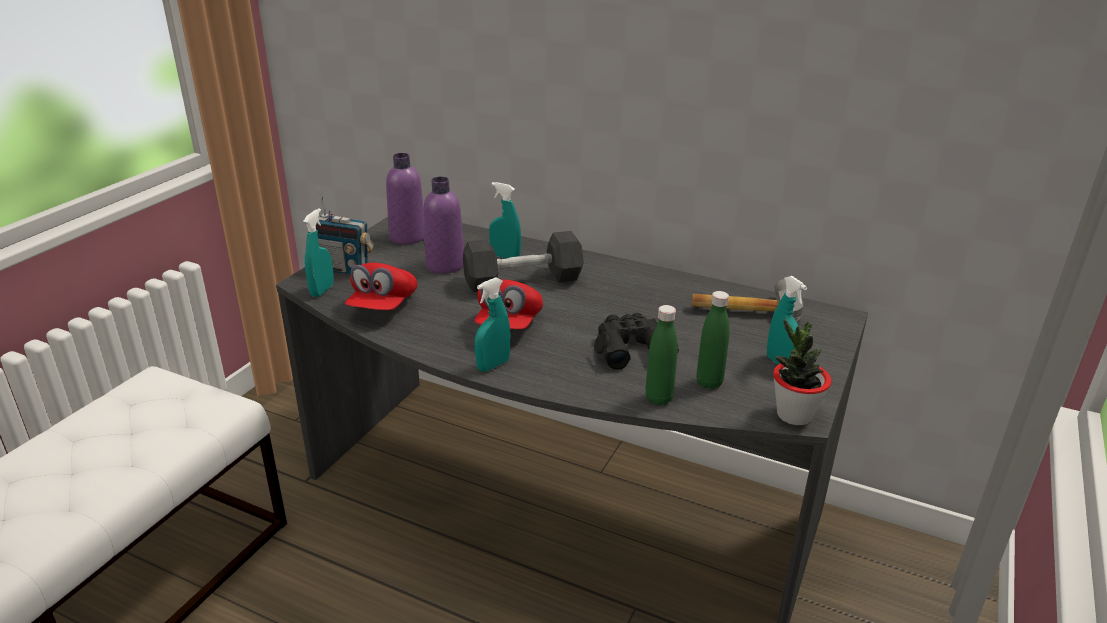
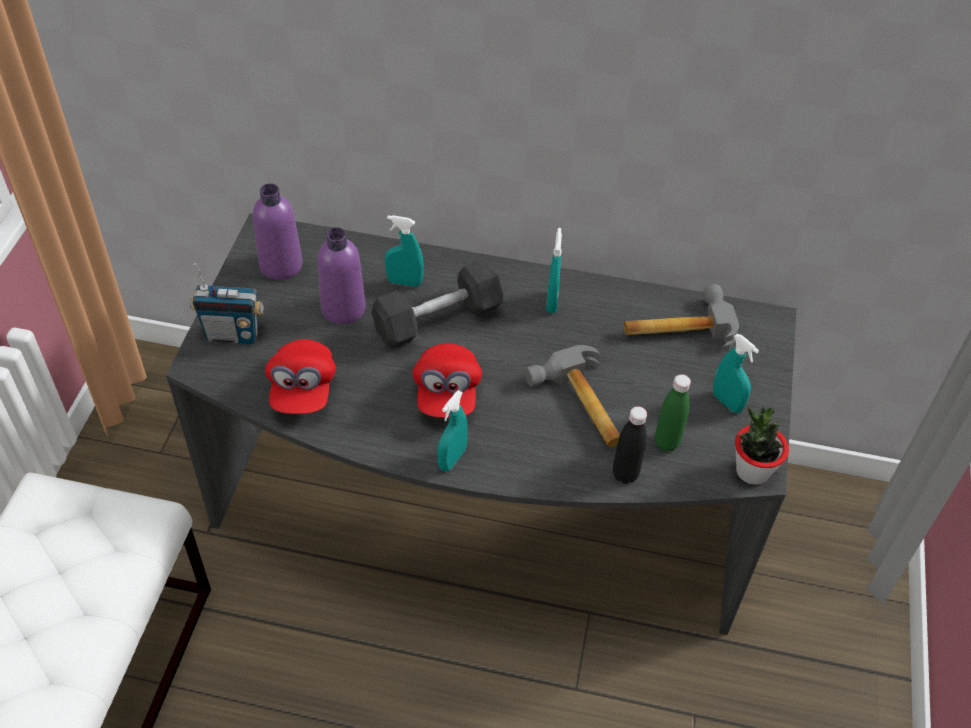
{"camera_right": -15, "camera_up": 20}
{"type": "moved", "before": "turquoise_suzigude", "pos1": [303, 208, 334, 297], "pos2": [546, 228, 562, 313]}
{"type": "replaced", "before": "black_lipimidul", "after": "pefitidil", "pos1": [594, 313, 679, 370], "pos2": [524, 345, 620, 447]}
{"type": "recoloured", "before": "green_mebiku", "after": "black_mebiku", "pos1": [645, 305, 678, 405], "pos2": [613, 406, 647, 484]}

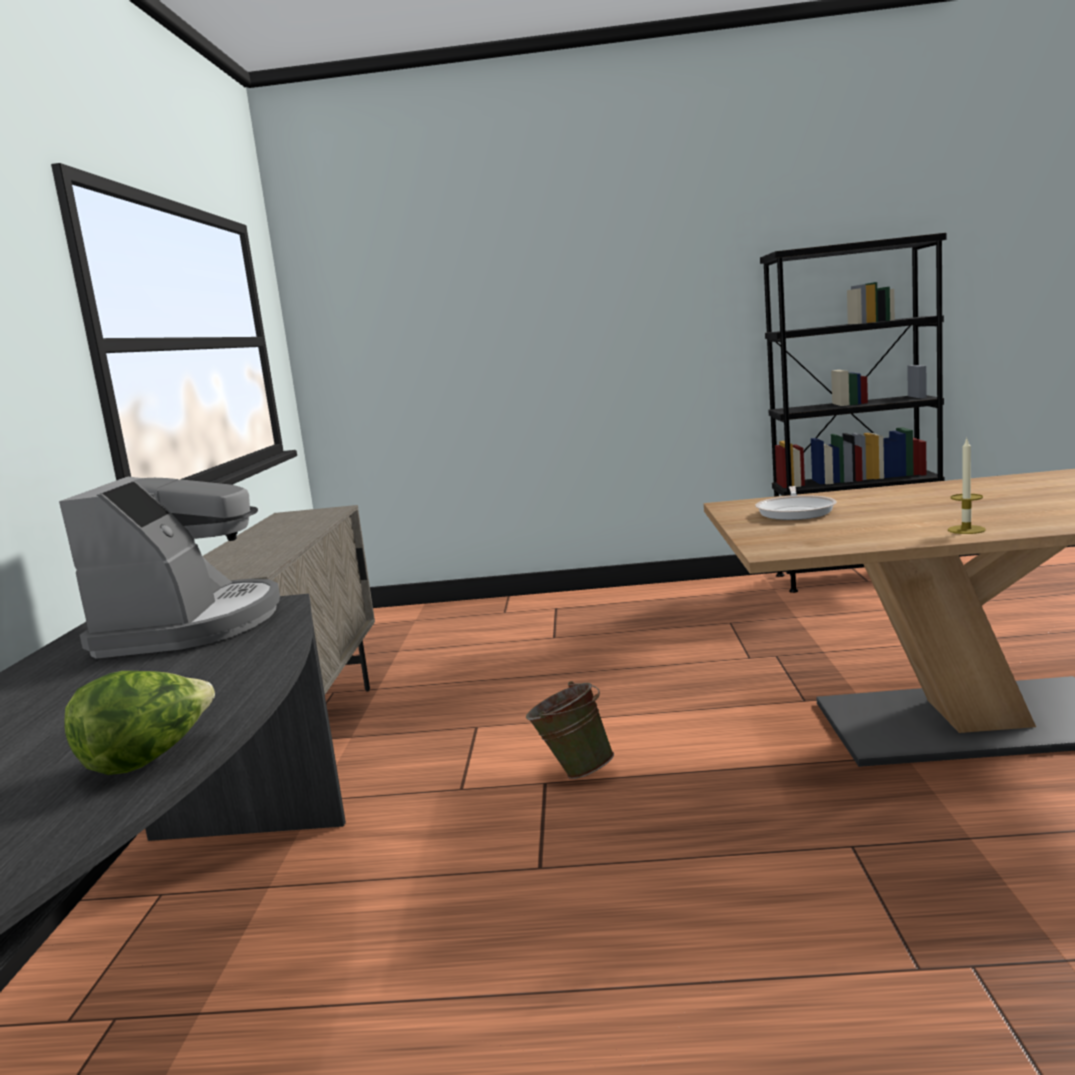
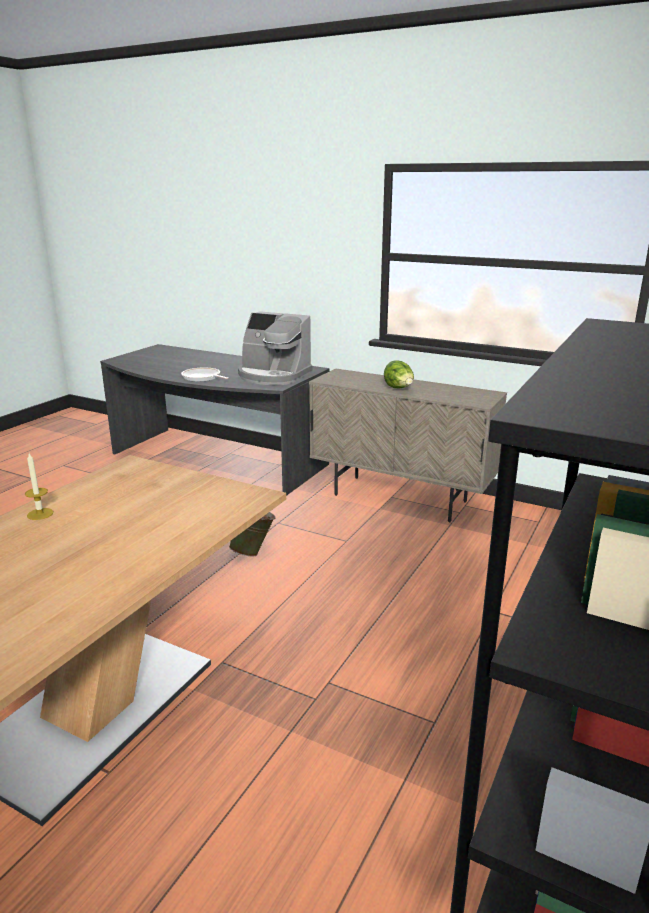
{"camera_right": 115, "camera_up": 10}
{"type": "moved", "before": "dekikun", "pos1": [64, 671, 215, 775], "pos2": [384, 360, 414, 388]}
{"type": "moved", "before": "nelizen", "pos1": [755, 486, 836, 520], "pos2": [181, 368, 228, 382]}

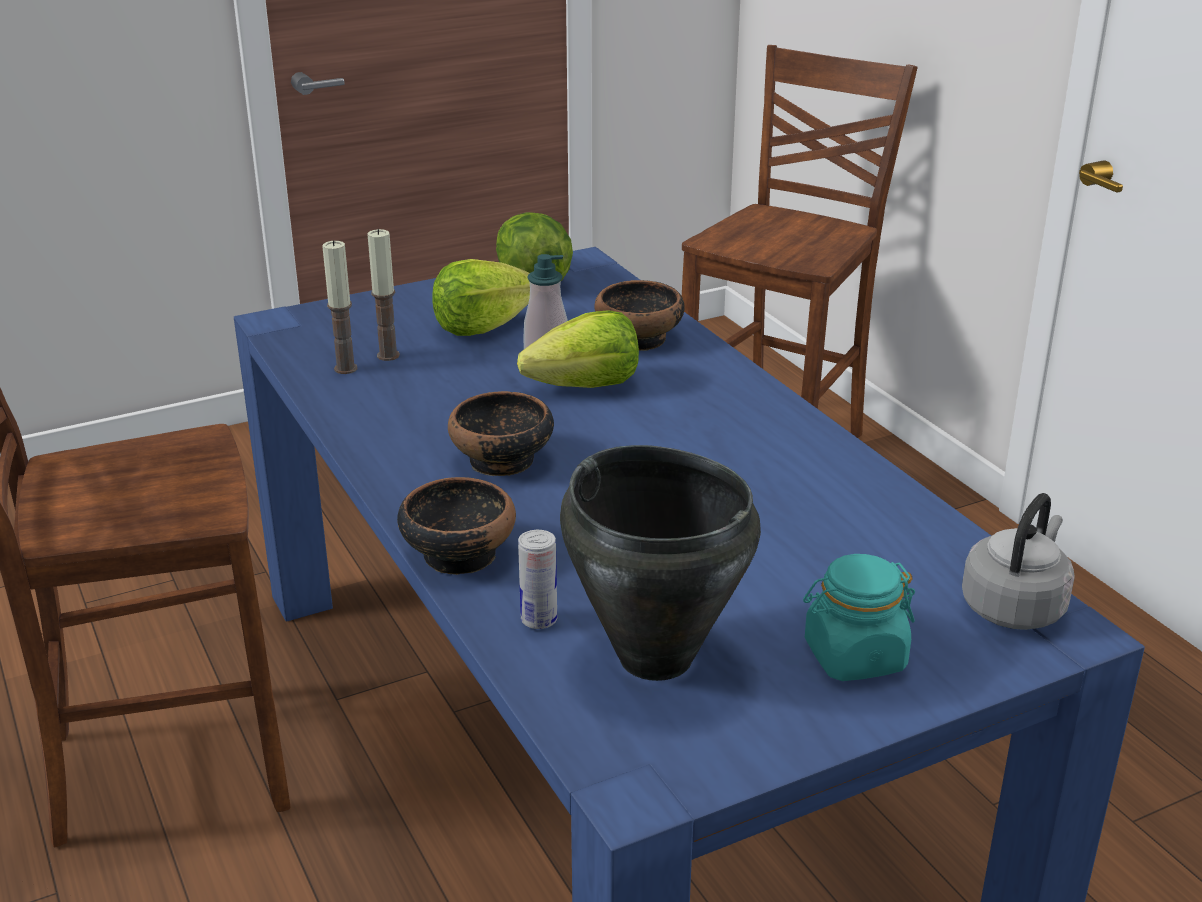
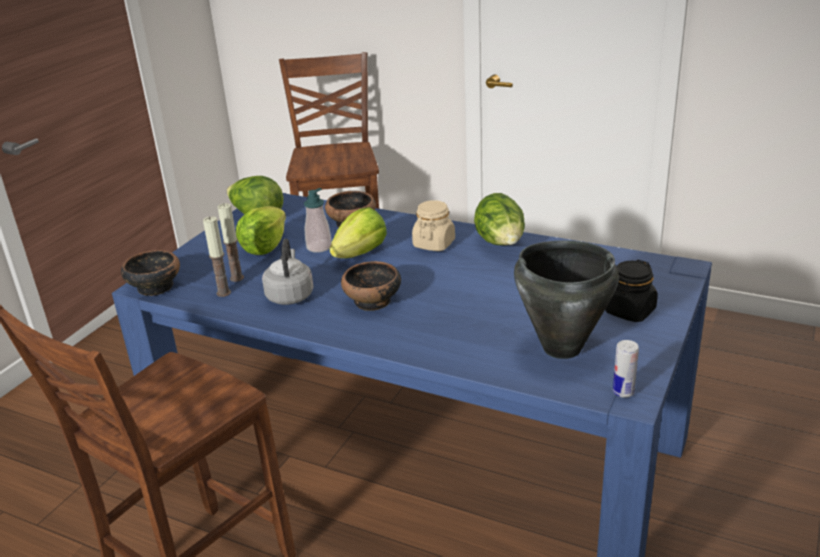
{"camera_right": -35, "camera_up": 0}
{"type": "moved", "before": "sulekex", "pos1": [397, 477, 516, 575], "pos2": [121, 250, 180, 296]}
{"type": "moved", "before": "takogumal", "pos1": [518, 530, 557, 629], "pos2": [613, 340, 639, 398]}
{"type": "recoloured", "before": "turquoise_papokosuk", "after": "black_papokosuk", "pos1": [803, 554, 915, 681], "pos2": [605, 260, 658, 322]}
{"type": "moved", "before": "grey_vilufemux", "pos1": [962, 493, 1075, 630], "pos2": [262, 239, 314, 305]}
{"type": "added", "after": "beige_papokosuk", "pos2": [412, 200, 455, 251]}
{"type": "added", "after": "dekikun", "pos2": [474, 193, 525, 245]}

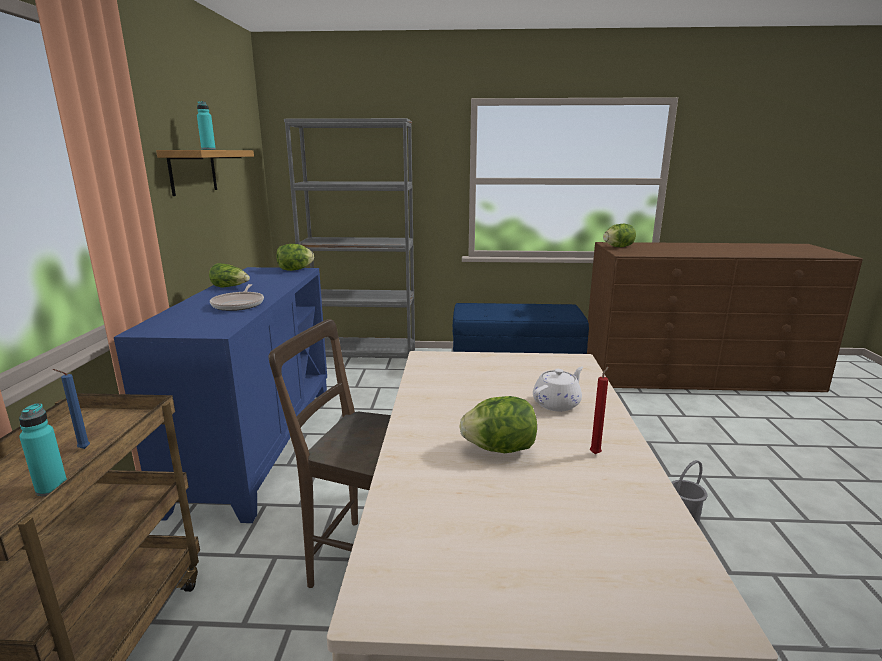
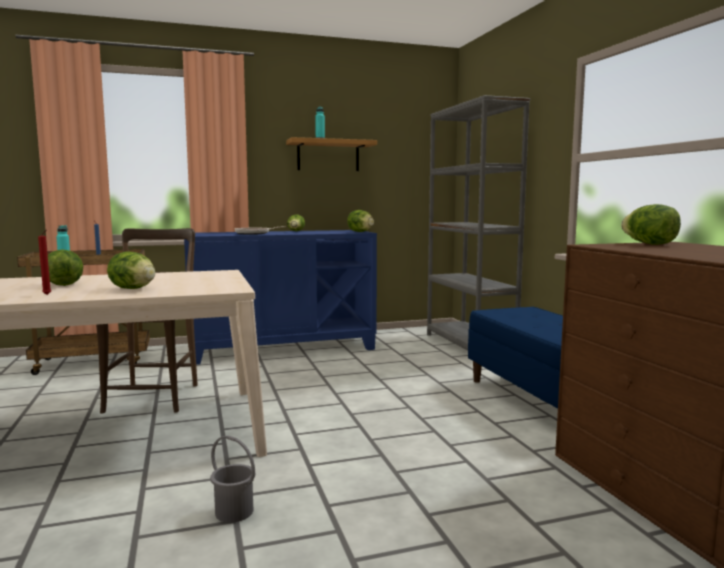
{"camera_right": 70, "camera_up": -10}
{"type": "replaced", "before": "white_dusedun", "after": "dekikun", "pos1": [533, 367, 583, 411], "pos2": [107, 251, 155, 289]}

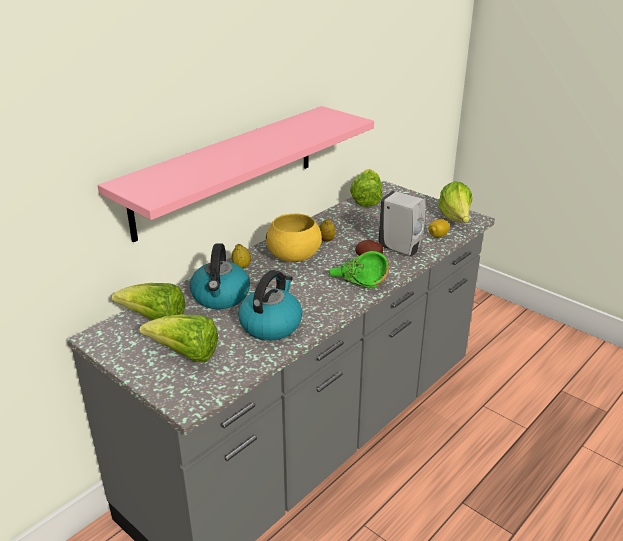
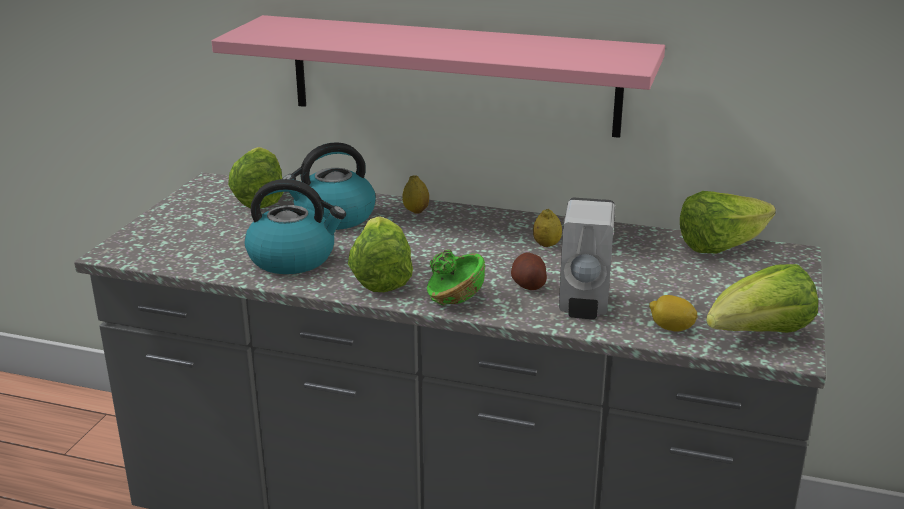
{"camera_right": 65, "camera_up": -5}
{"type": "moved", "before": "dekikun", "pos1": [140, 314, 218, 362], "pos2": [348, 216, 413, 292]}
{"type": "removed", "before": "yellow_sulekex", "pos1": [266, 214, 322, 262]}

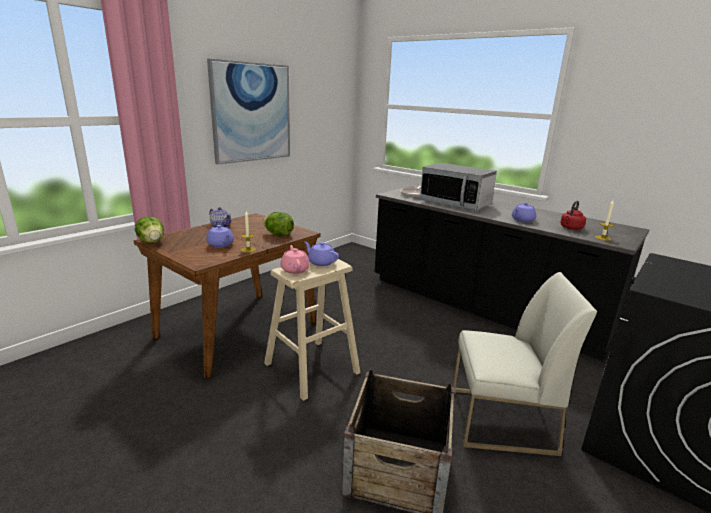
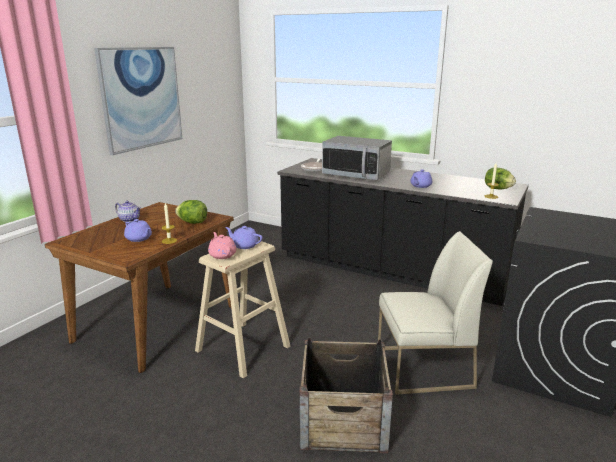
{"camera_right": -10, "camera_up": 0}
{"type": "moved", "before": "dekikun", "pos1": [135, 216, 164, 243], "pos2": [485, 168, 516, 189]}
{"type": "removed", "before": "red_vilufemux", "pos1": [560, 201, 586, 230]}

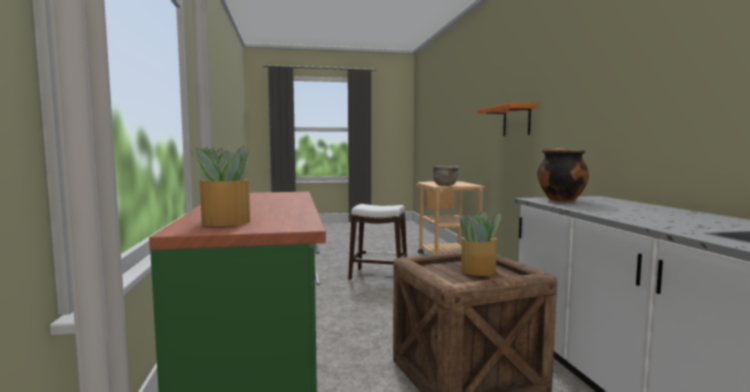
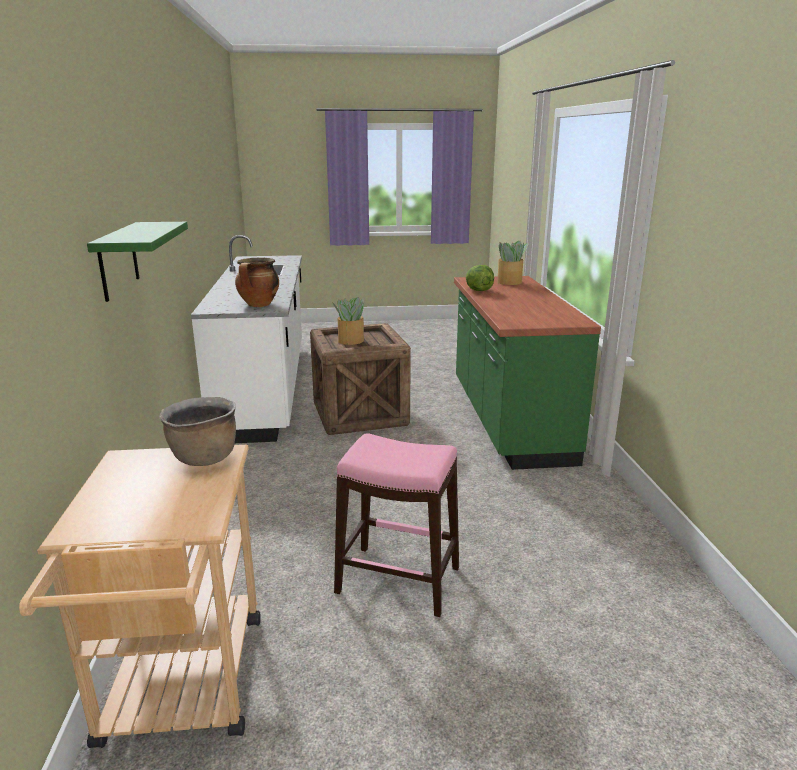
{"camera_right": -175, "camera_up": 15}
{"type": "recoloured", "before": "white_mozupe", "after": "pink_mozupe", "pos1": [348, 204, 407, 280], "pos2": [334, 433, 459, 617]}
{"type": "recoloured", "before": "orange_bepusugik", "after": "green_bepusugik", "pos1": [477, 103, 537, 136], "pos2": [87, 222, 188, 302]}
{"type": "added", "after": "dekikun", "pos2": [466, 265, 494, 291]}

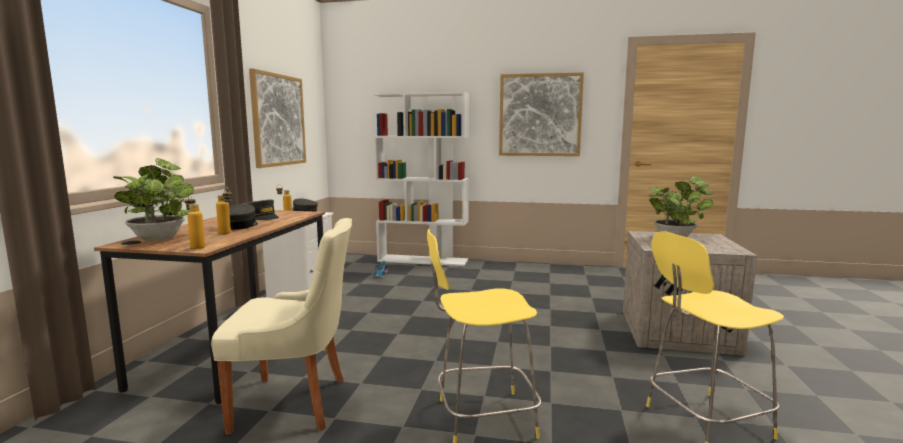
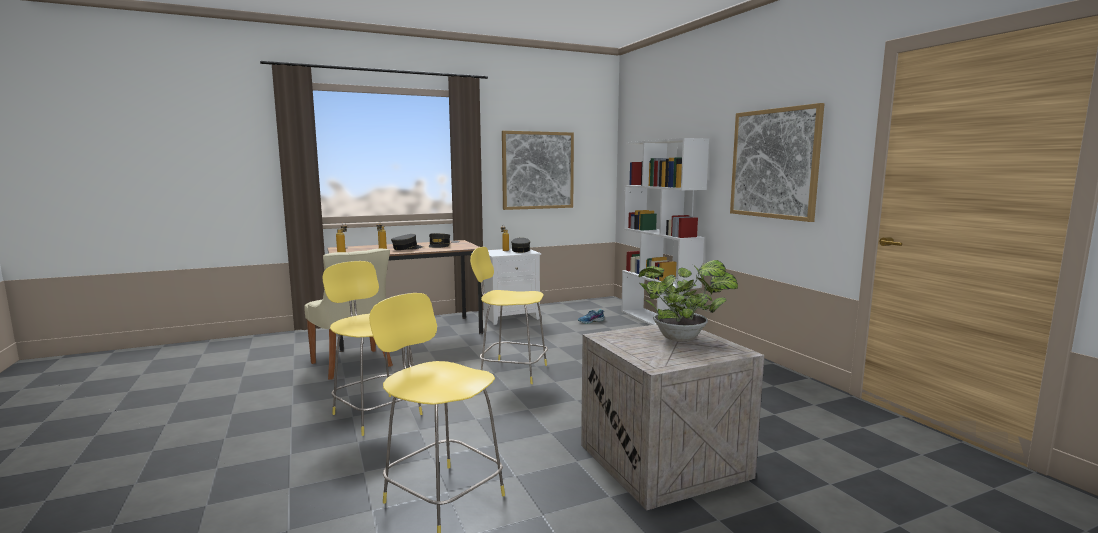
{"camera_right": 55, "camera_up": 0}
{"type": "removed", "before": "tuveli", "pos1": [113, 158, 194, 241]}
{"type": "added", "after": "yellow_mozupe", "pos2": [470, 247, 548, 384]}

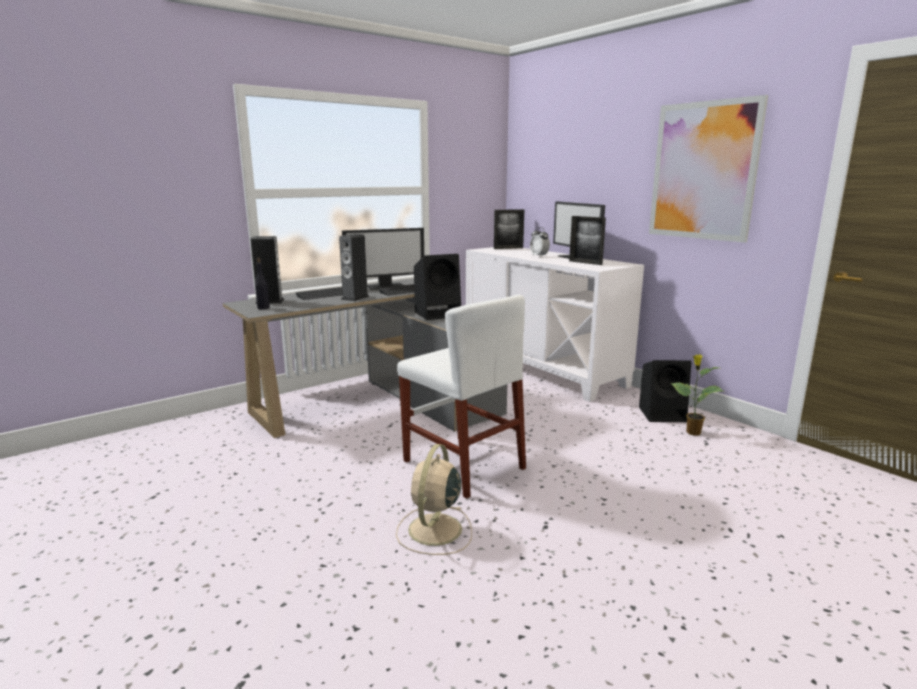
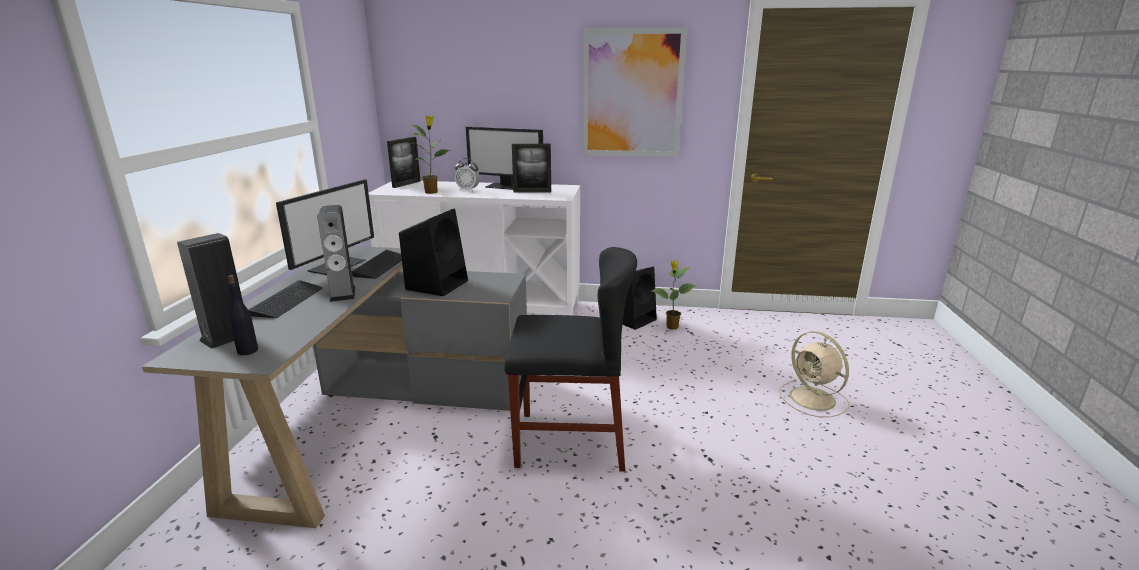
{"camera_right": -45, "camera_up": 5}
{"type": "moved", "before": "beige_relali", "pos1": [396, 444, 472, 555], "pos2": [779, 331, 850, 417]}
{"type": "recoloured", "before": "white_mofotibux", "after": "black_mofotibux", "pos1": [397, 295, 526, 499], "pos2": [504, 247, 637, 472]}
{"type": "added", "after": "tuveli", "pos2": [409, 116, 449, 194]}

